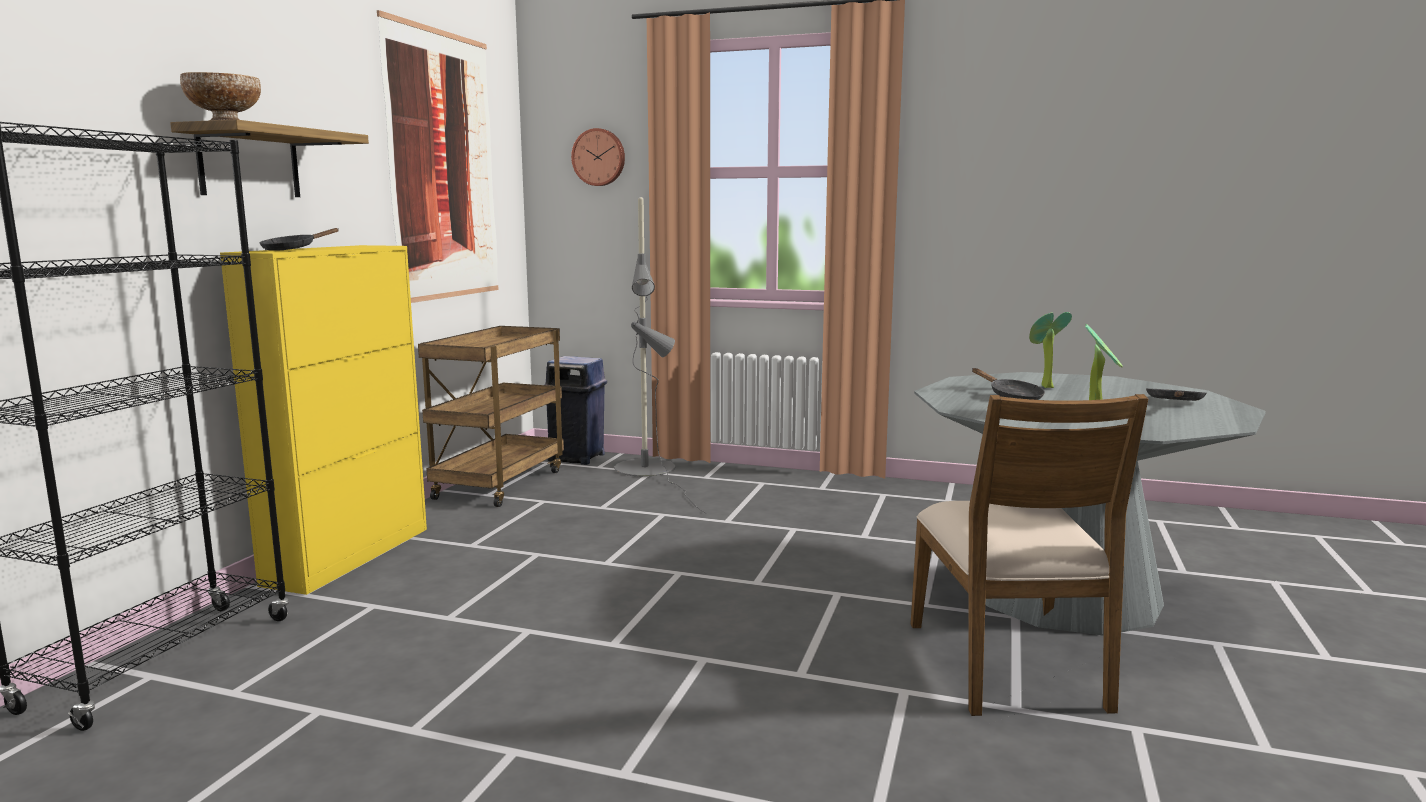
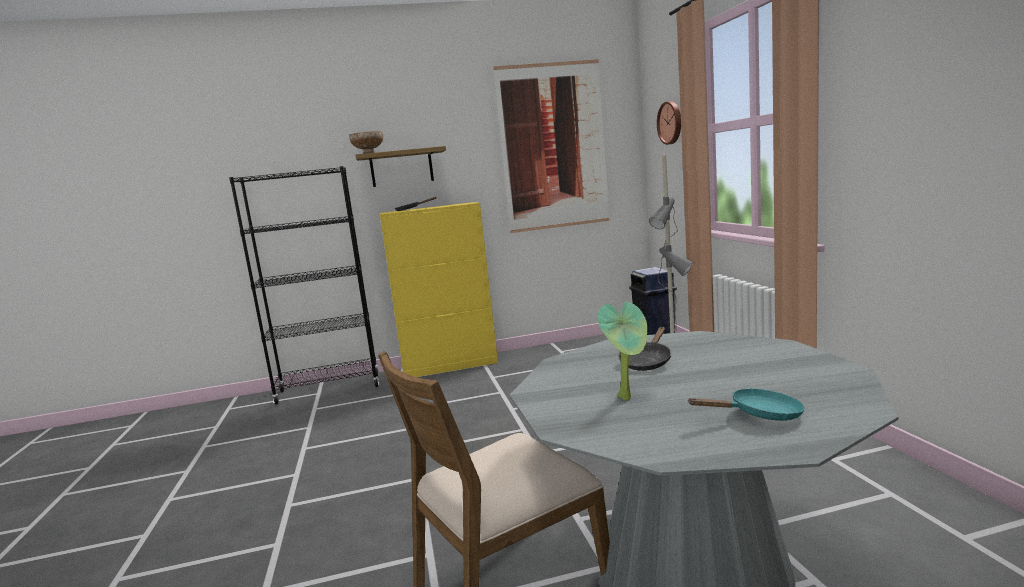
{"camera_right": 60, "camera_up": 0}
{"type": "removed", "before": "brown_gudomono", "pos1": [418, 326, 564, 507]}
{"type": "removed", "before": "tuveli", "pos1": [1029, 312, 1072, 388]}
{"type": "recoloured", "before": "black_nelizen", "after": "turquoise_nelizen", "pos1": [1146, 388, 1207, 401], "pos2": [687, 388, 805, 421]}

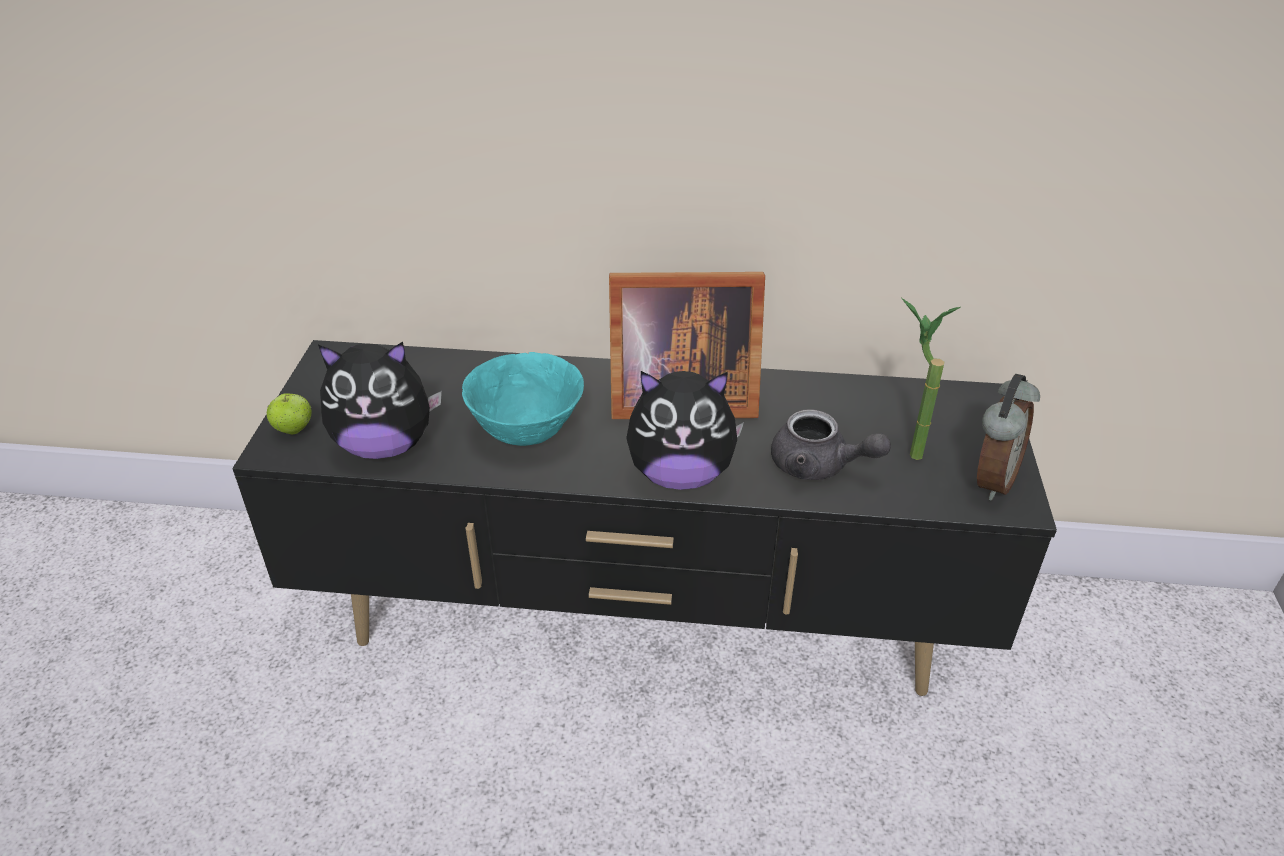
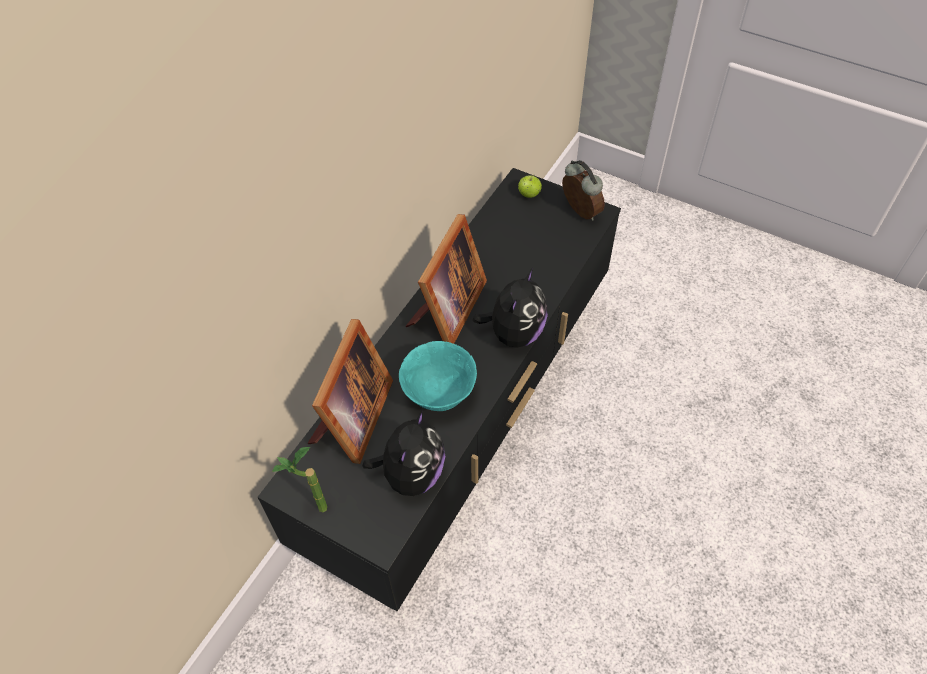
{"camera_right": -65, "camera_up": 15}
{"type": "moved", "before": "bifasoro", "pos1": [266, 393, 312, 434], "pos2": [518, 175, 542, 198]}
{"type": "removed", "before": "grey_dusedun", "pos1": [771, 409, 891, 480]}
{"type": "moved", "before": "tuveli", "pos1": [902, 298, 961, 460], "pos2": [272, 447, 327, 512]}
{"type": "added", "after": "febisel", "pos2": [308, 319, 393, 464]}

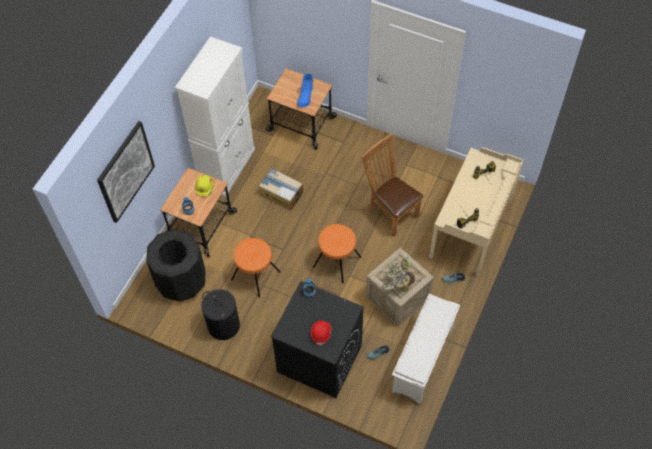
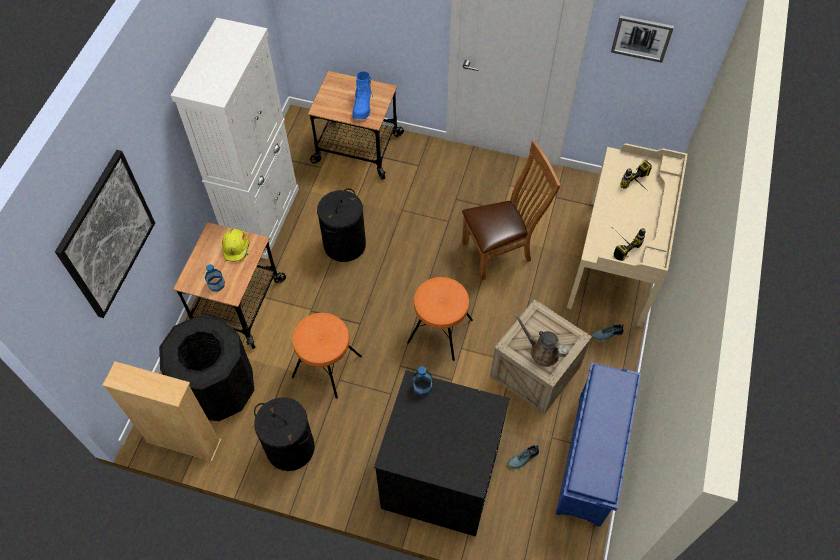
{"camera_right": -10, "camera_up": 0}
{"type": "replaced", "before": "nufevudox", "after": "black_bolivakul", "pos1": [259, 168, 303, 210], "pos2": [317, 188, 366, 262]}
{"type": "removed", "before": "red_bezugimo", "pos1": [311, 320, 331, 346]}
{"type": "turned", "before": "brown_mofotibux", "pos1": [362, 133, 423, 237], "pos2": [462, 140, 561, 281], "turn": 120}
{"type": "replaced", "before": "tuveli", "after": "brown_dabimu", "pos1": [382, 257, 415, 292], "pos2": [514, 314, 568, 367]}
{"type": "recoloured", "before": "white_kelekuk", "after": "blue_kelekuk", "pos1": [392, 294, 460, 404], "pos2": [556, 362, 641, 527]}
{"type": "added", "after": "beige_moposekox", "pos2": [102, 361, 222, 462]}
{"type": "added", "after": "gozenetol", "pos2": [611, 15, 674, 63]}

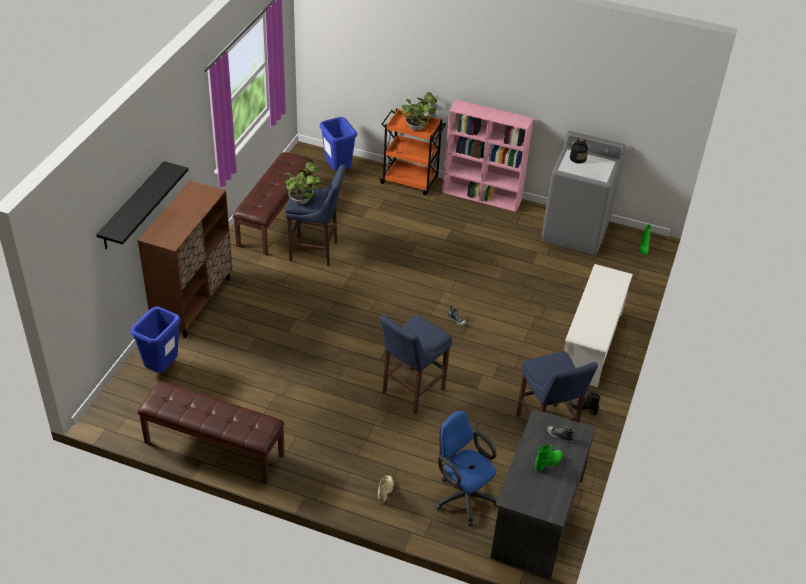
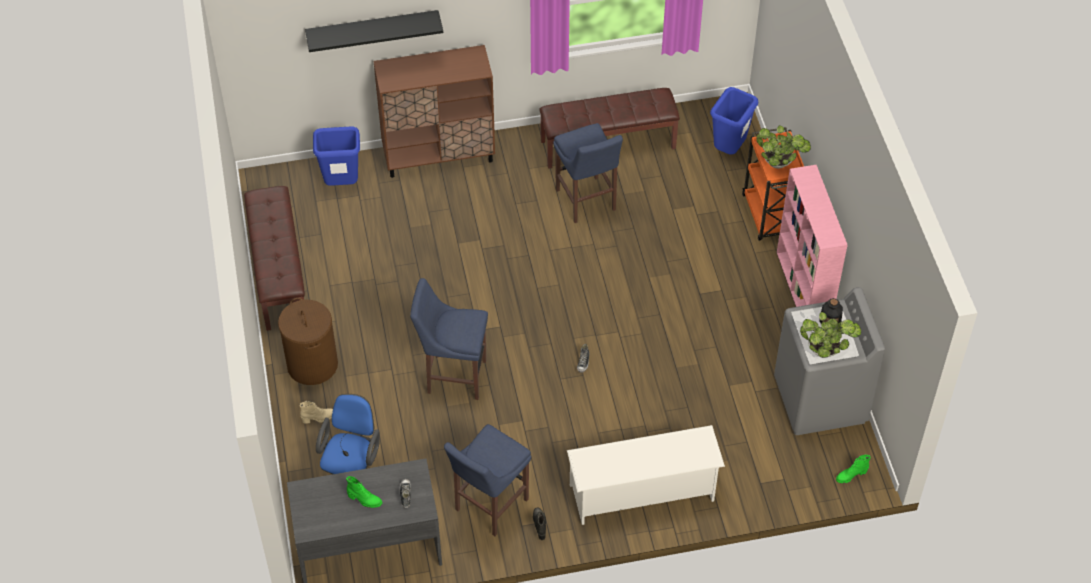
{"camera_right": 60, "camera_up": 10}
{"type": "moved", "before": "tuveli", "pos1": [285, 162, 320, 204], "pos2": [800, 312, 861, 358]}
{"type": "added", "after": "brown_bolivakul", "pos2": [278, 298, 338, 385]}

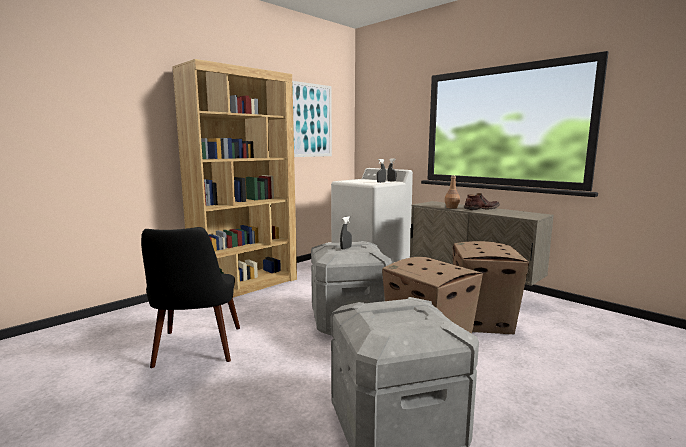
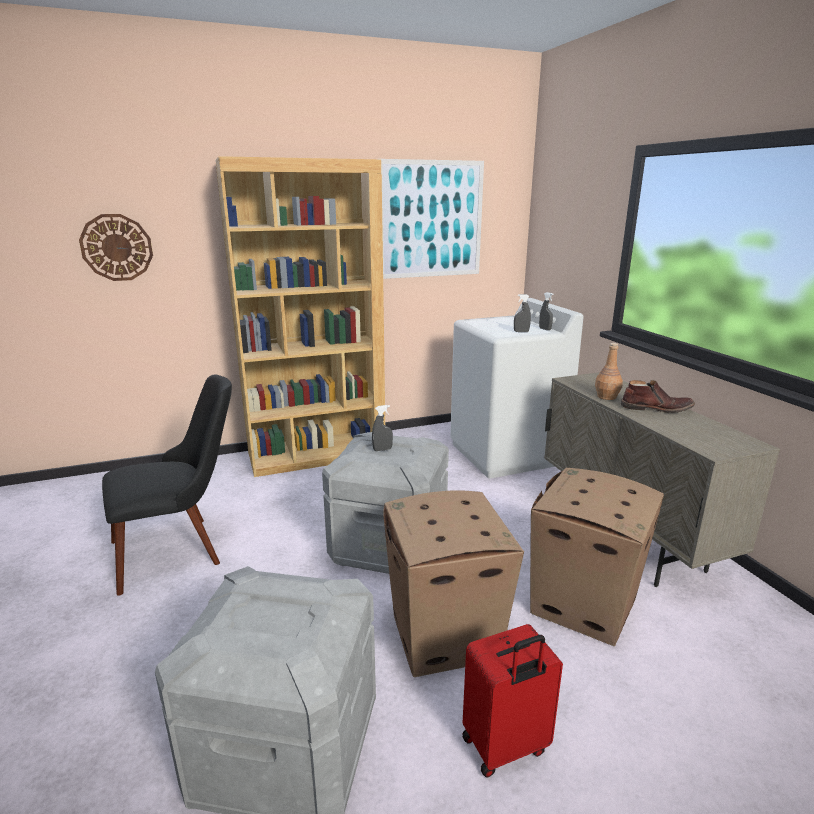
{"camera_right": 25, "camera_up": 10}
{"type": "turned", "before": "black_mofotibux", "pos1": [141, 227, 240, 368], "pos2": [102, 374, 232, 596], "turn": -135}
{"type": "added", "after": "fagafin", "pos2": [79, 214, 153, 281]}
{"type": "added", "after": "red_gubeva", "pos2": [462, 624, 563, 778]}

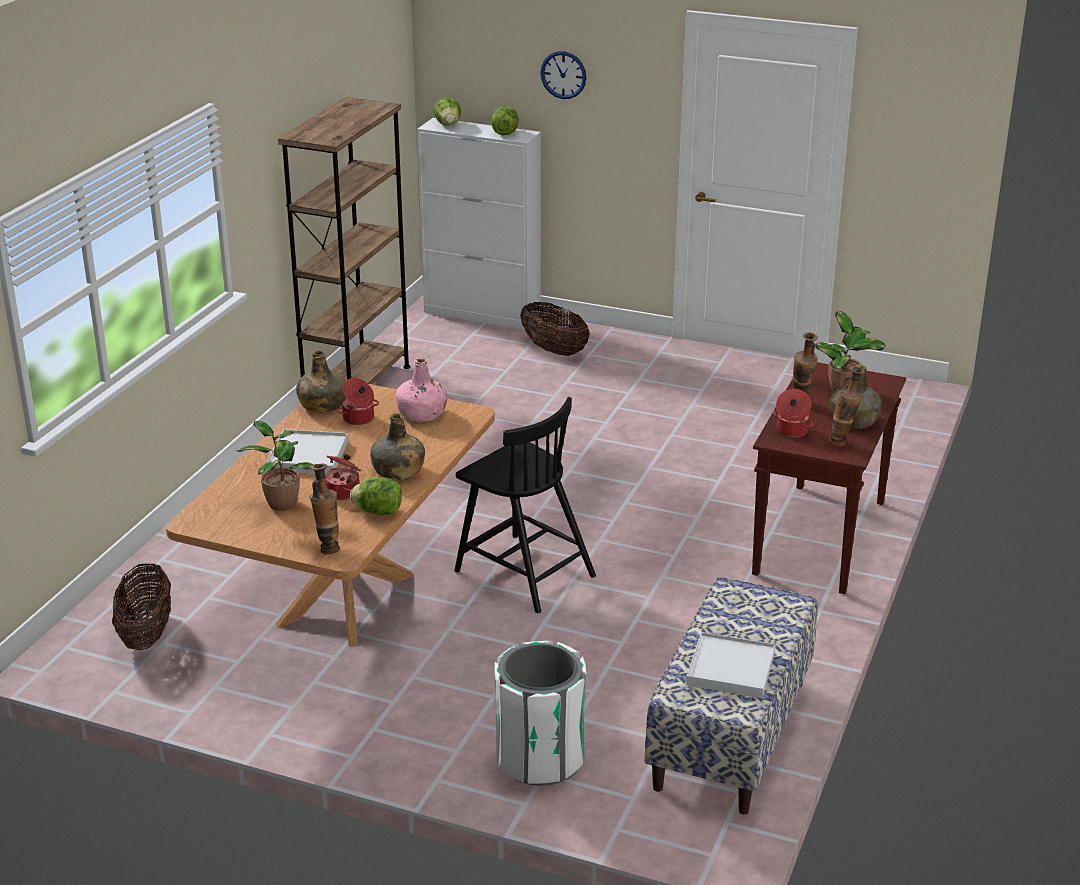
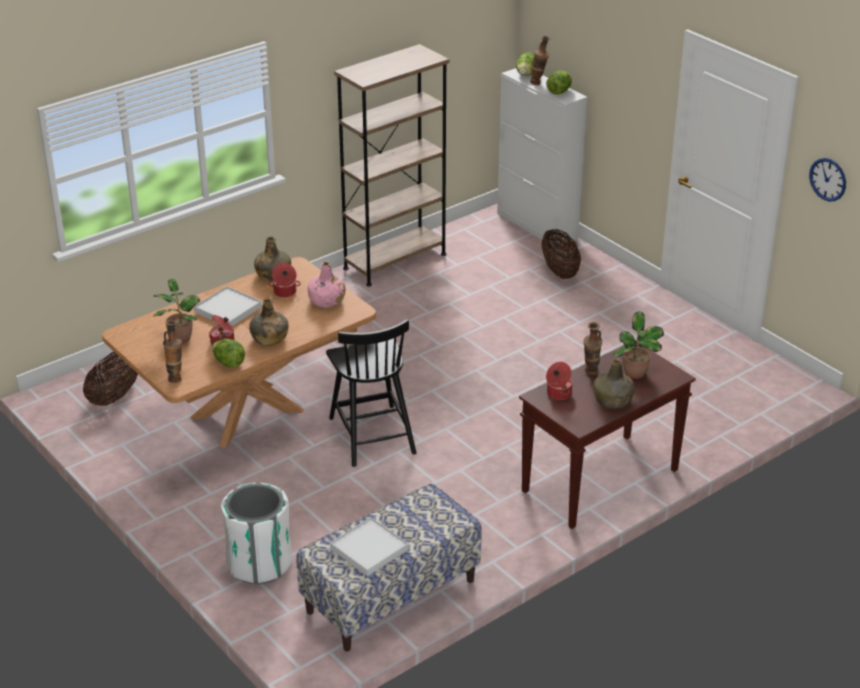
{"camera_right": 30, "camera_up": 5}
{"type": "moved", "before": "fagafin", "pos1": [541, 51, 586, 99], "pos2": [809, 158, 846, 202]}
{"type": "moved", "before": "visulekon", "pos1": [828, 367, 865, 447], "pos2": [530, 36, 550, 85]}

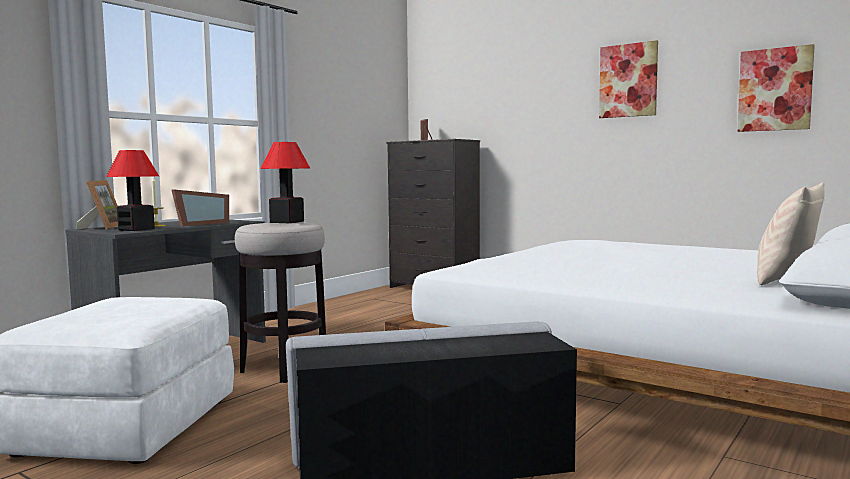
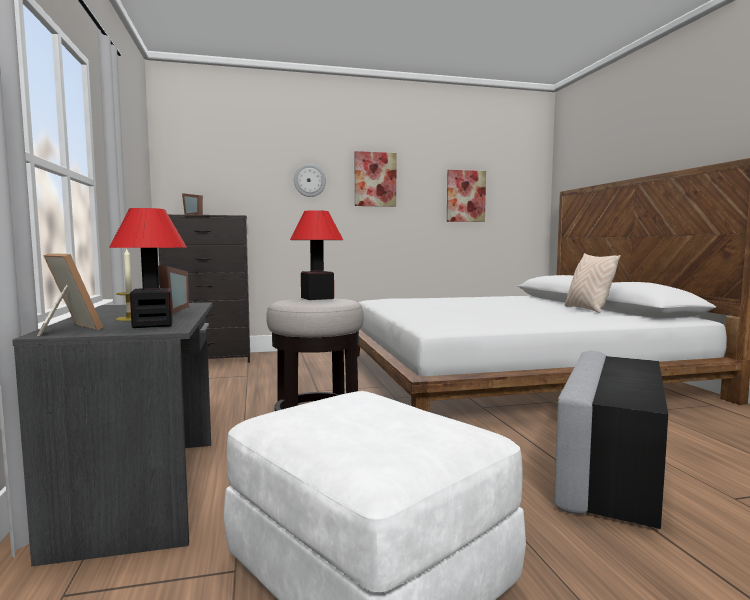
{"camera_right": -50, "camera_up": 0}
{"type": "added", "after": "fagafin", "pos2": [294, 164, 326, 197]}

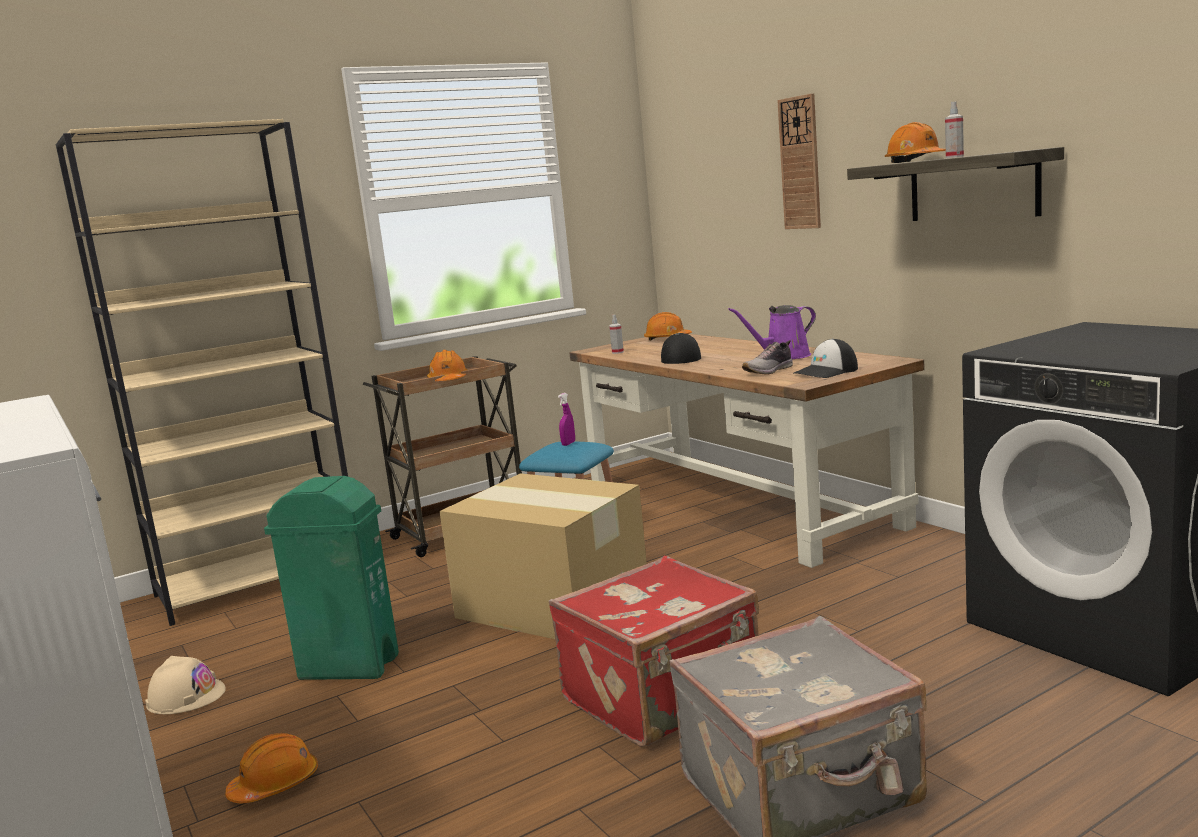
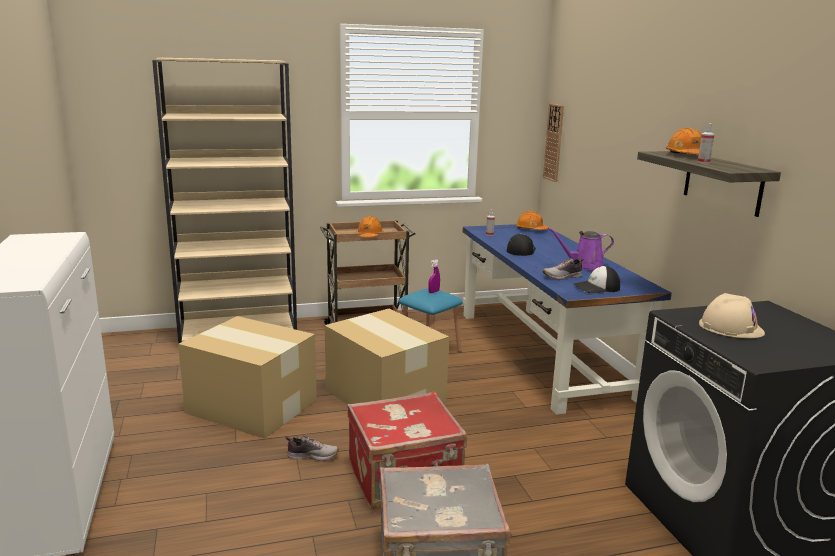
{"camera_right": 15, "camera_up": 5}
{"type": "moved", "before": "beige_bezugimo", "pos1": [145, 656, 226, 714], "pos2": [699, 293, 765, 338]}
{"type": "removed", "before": "orange_bezugimo", "pos1": [225, 733, 318, 803]}
{"type": "replaced", "before": "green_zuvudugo", "after": "nufevudox", "pos1": [264, 476, 399, 680], "pos2": [178, 316, 317, 439]}
{"type": "recoloured", "before": "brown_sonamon", "after": "blue_sonamon", "pos1": [569, 334, 925, 568], "pos2": [463, 224, 672, 415]}
{"type": "moved", "before": "fagafin", "pos1": [777, 93, 821, 229], "pos2": [543, 104, 564, 182]}
{"type": "added", "after": "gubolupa", "pos2": [285, 435, 339, 461]}

